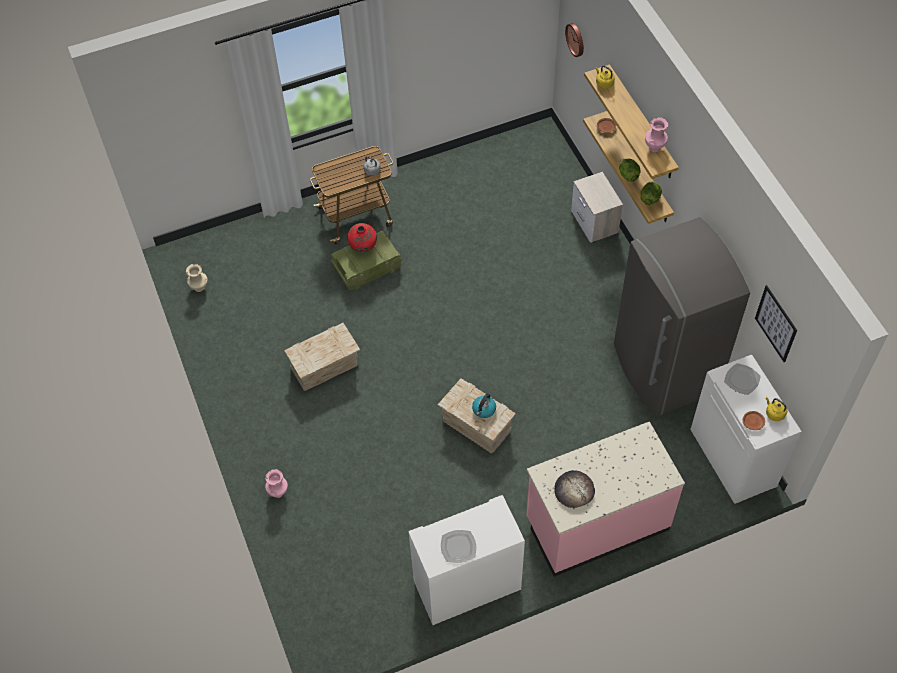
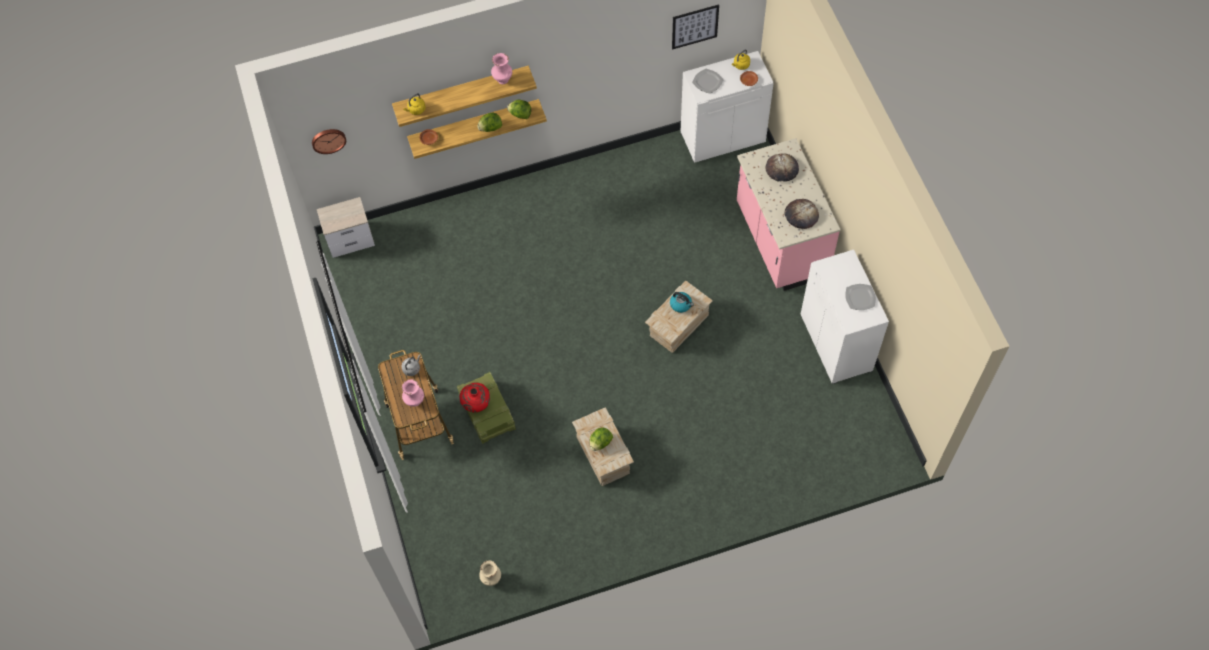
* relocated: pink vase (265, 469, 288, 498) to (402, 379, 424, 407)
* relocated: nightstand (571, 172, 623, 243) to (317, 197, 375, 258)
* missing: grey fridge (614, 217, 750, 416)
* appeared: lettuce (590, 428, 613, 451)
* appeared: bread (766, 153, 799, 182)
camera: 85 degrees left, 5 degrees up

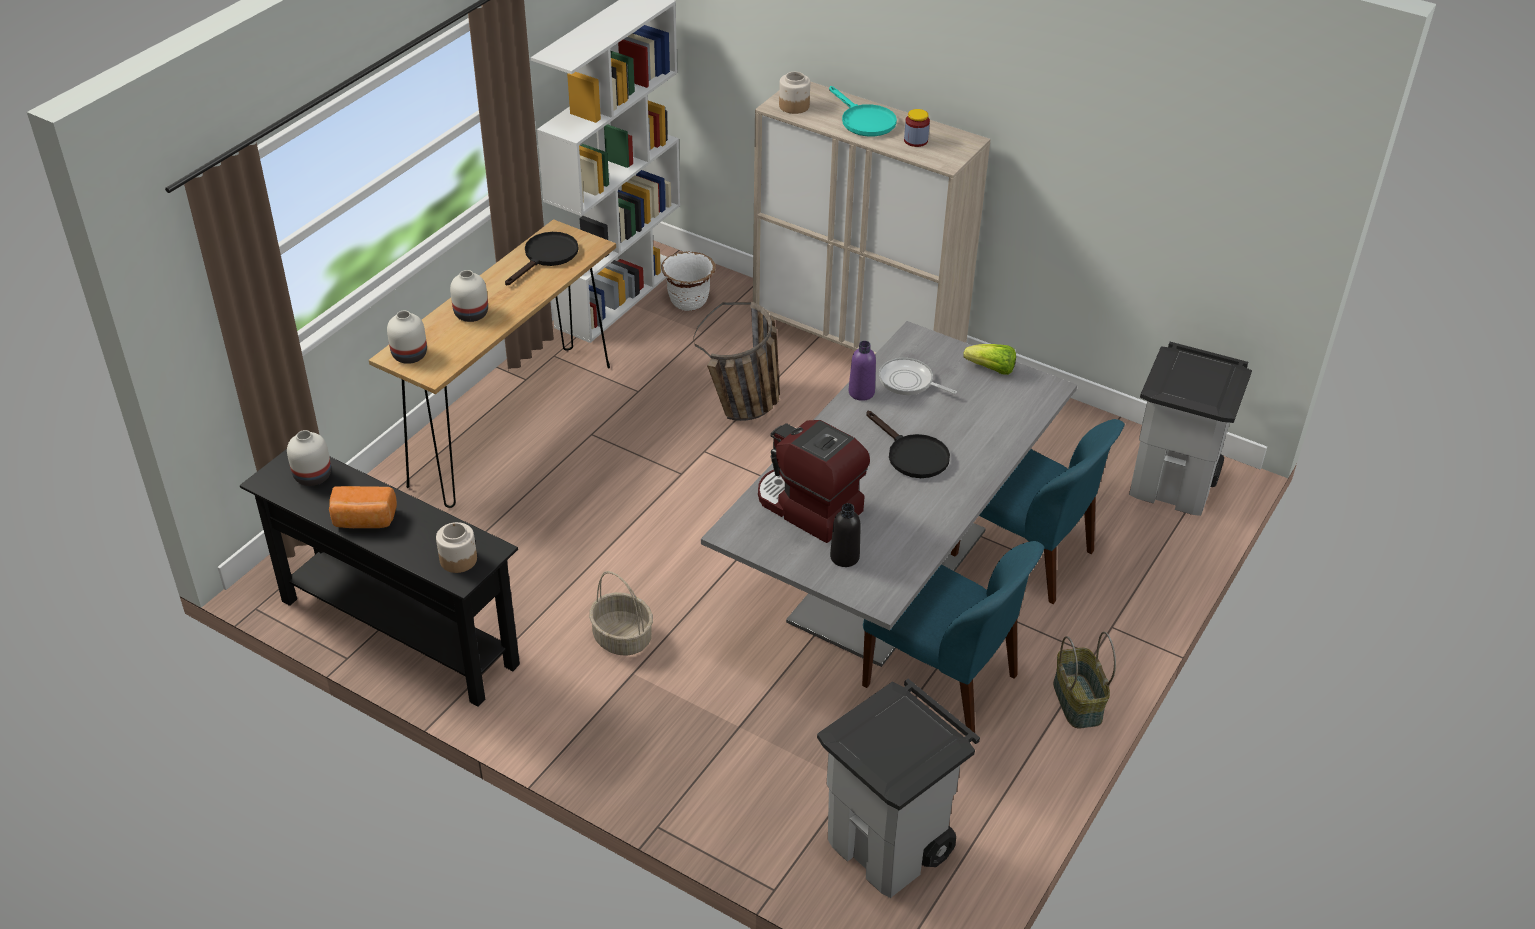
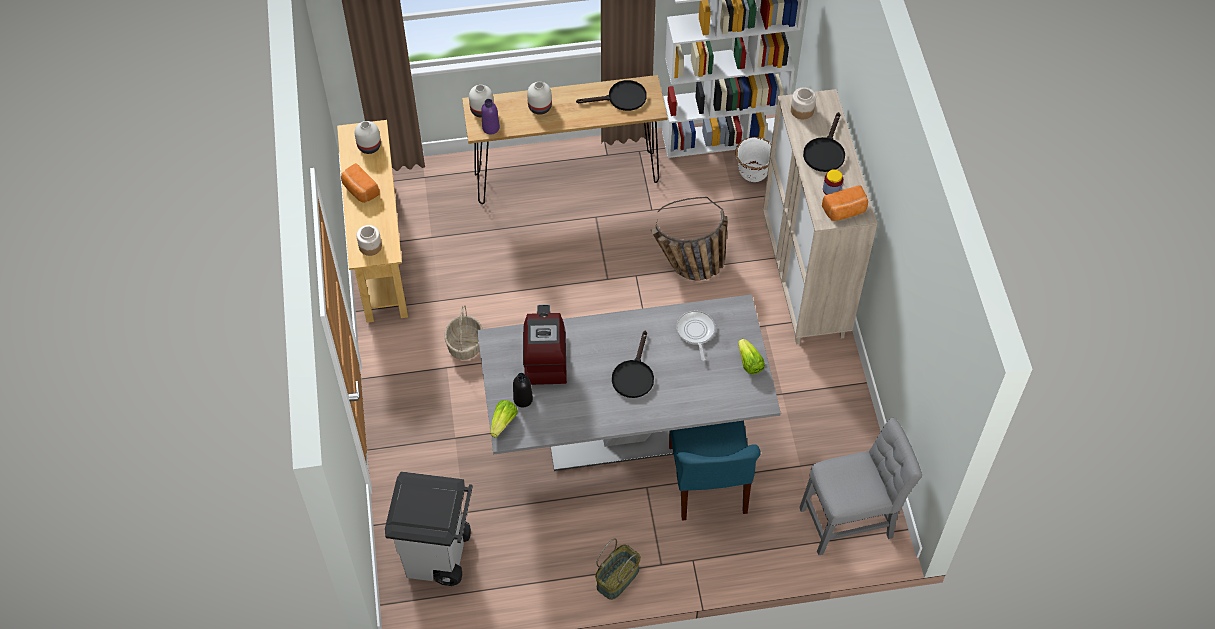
* colour: black console table (240, 449, 520, 707) to beige console table (337, 120, 408, 323)
* colour: turquoise frying pan (829, 86, 897, 136) to black frying pan (803, 112, 845, 172)
* relocated: purple bottle (848, 341, 876, 401) to (481, 99, 500, 135)
* missing: blue chair (862, 541, 1044, 733)
* exchanged: grey trash can (1129, 342, 1252, 516) to grey chair (799, 418, 922, 555)
* appeared: lettuce (490, 400, 518, 437)
* appeared: bread (822, 185, 868, 221)
camera: 50 degrees right, 15 degrees up

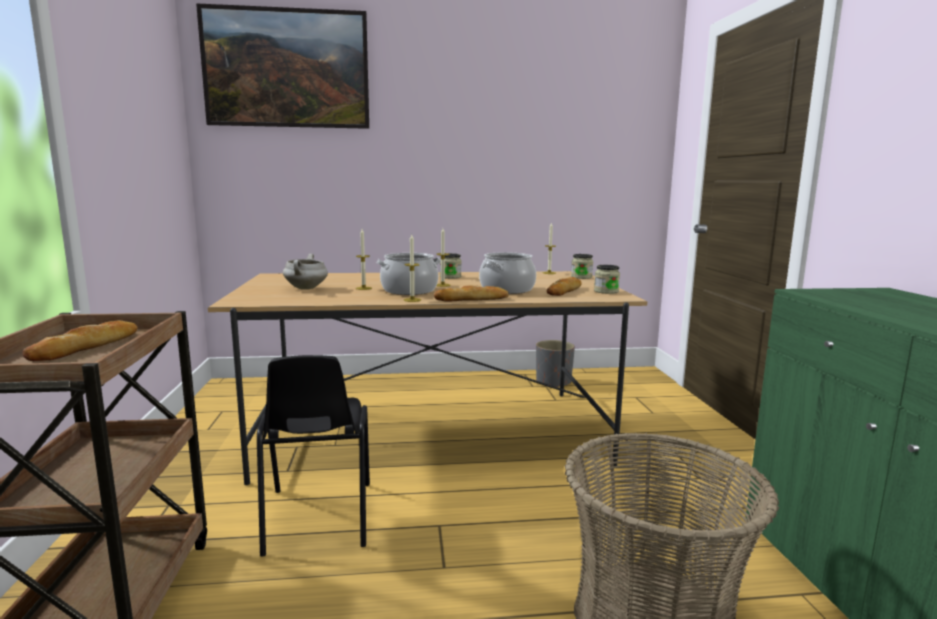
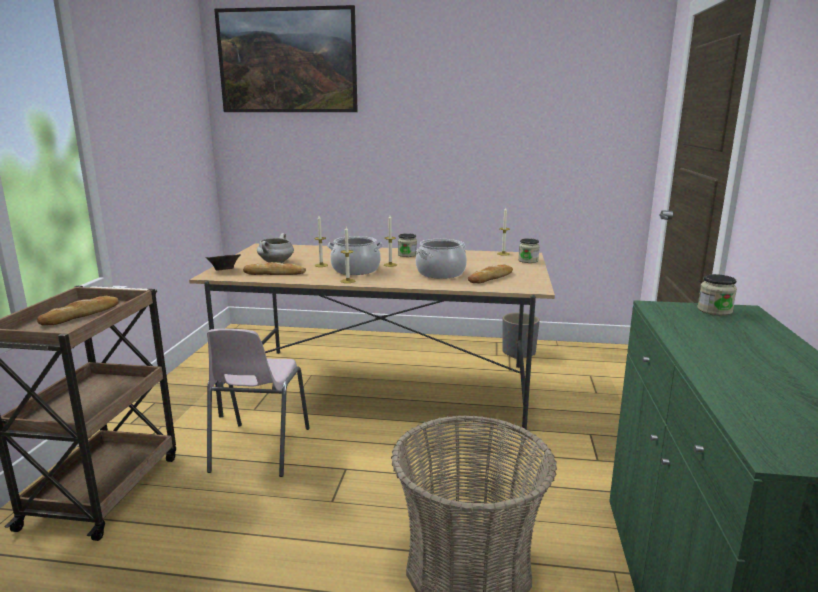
* colour: black chair (257, 355, 370, 557) to pink chair (207, 329, 310, 477)
* relocated: bread (434, 285, 508, 301) to (243, 262, 306, 275)
* relocated: jar (594, 265, 620, 294) to (697, 274, 737, 316)
* appeared: brown bowl (206, 254, 241, 271)
camera: 15 degrees right, 5 degrees up

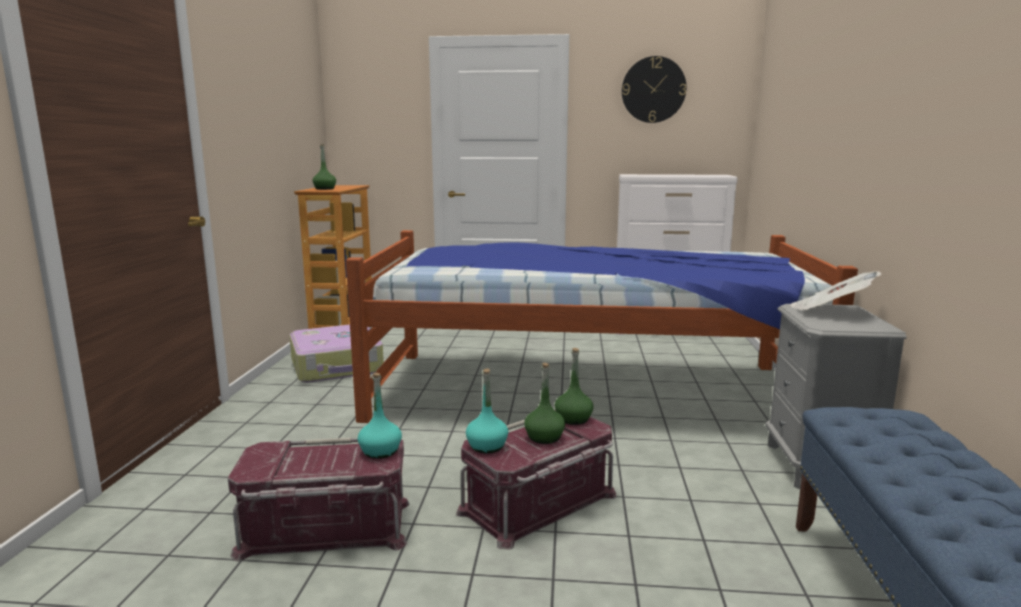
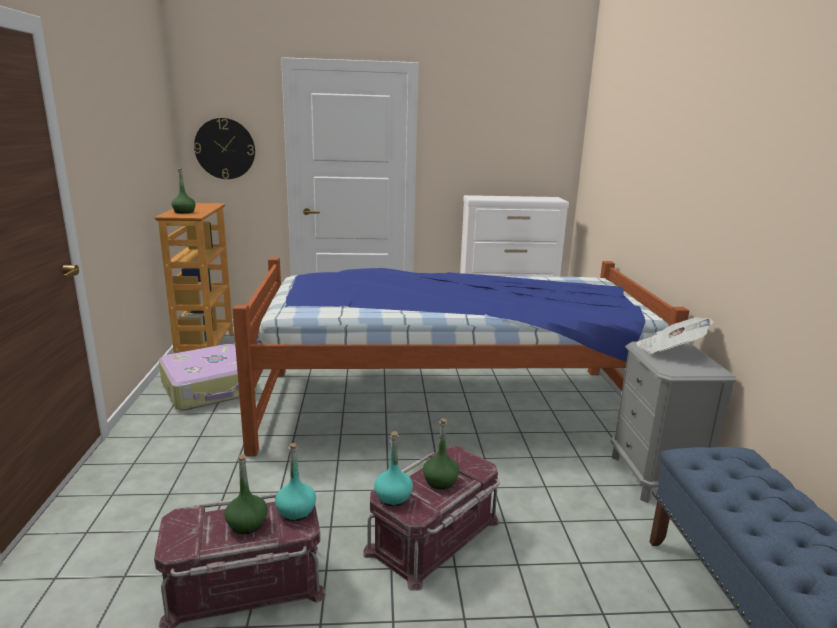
* relocated: green bottle (555, 348, 594, 425) to (224, 454, 268, 534)
* relocated: wall clock (622, 56, 686, 123) to (194, 118, 255, 179)
camera: 10 degrees left, 5 degrees up

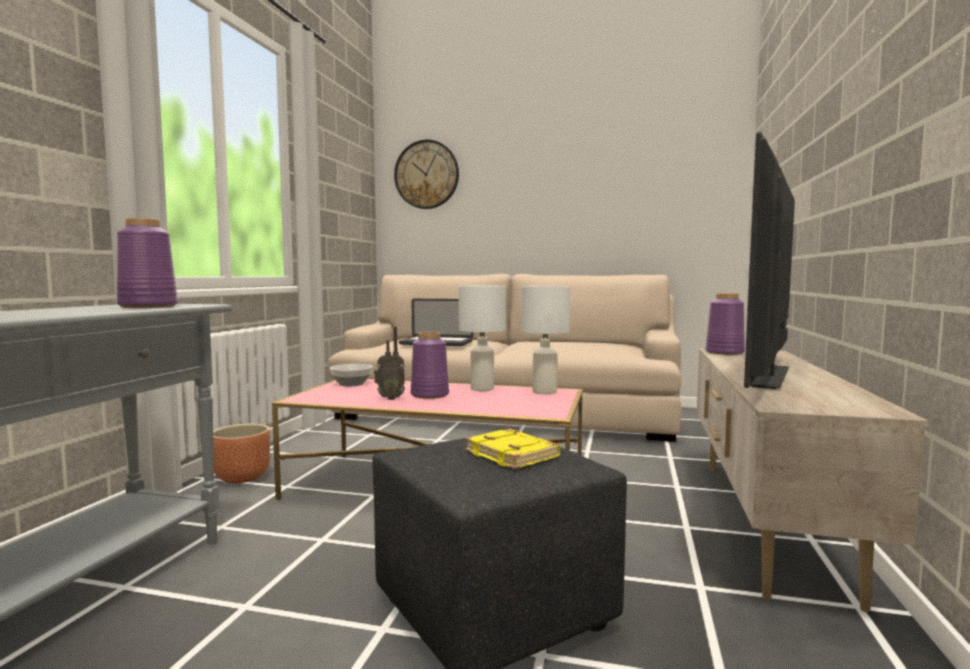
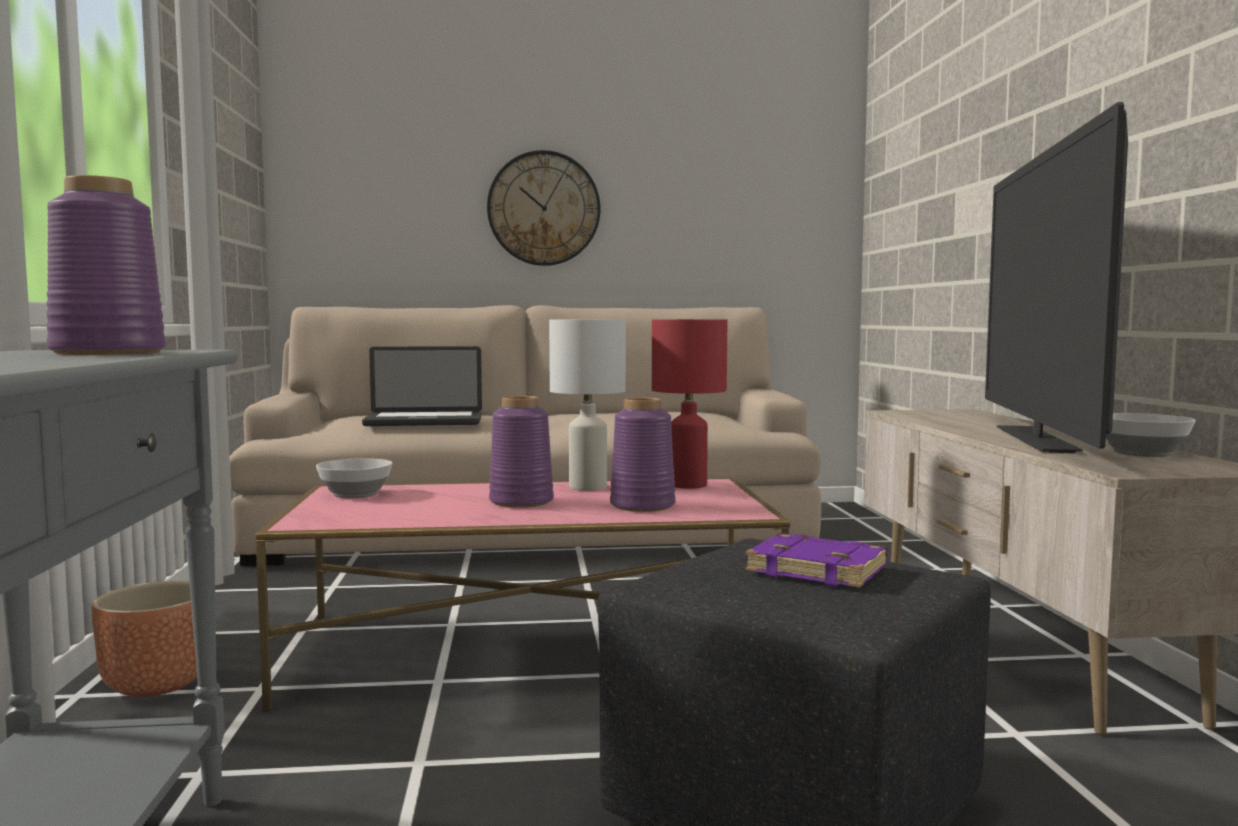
* missing: radio (374, 327, 405, 400)
* relocated: wall clock (394, 140, 459, 209) to (487, 150, 600, 266)
* colour: yellow book (465, 429, 560, 469) to purple book (745, 533, 887, 588)
* colour: white table lamp (521, 286, 570, 394) to red table lamp (652, 319, 727, 489)
* relocated: purple vase (705, 293, 745, 355) to (610, 397, 676, 512)
* appeared: bowl (1106, 413, 1196, 457)
camera: 20 degrees left, 0 degrees up

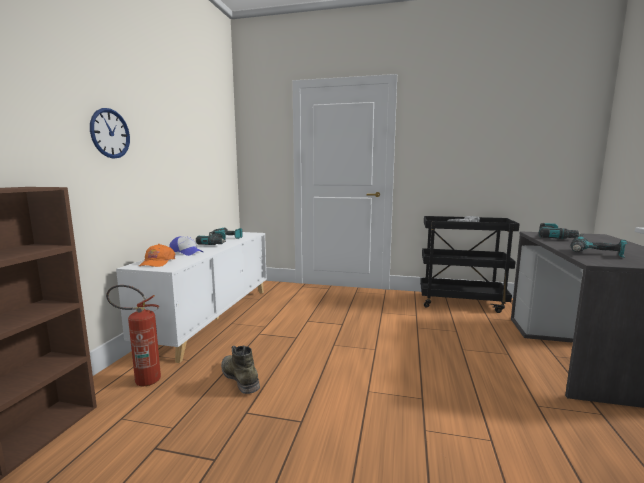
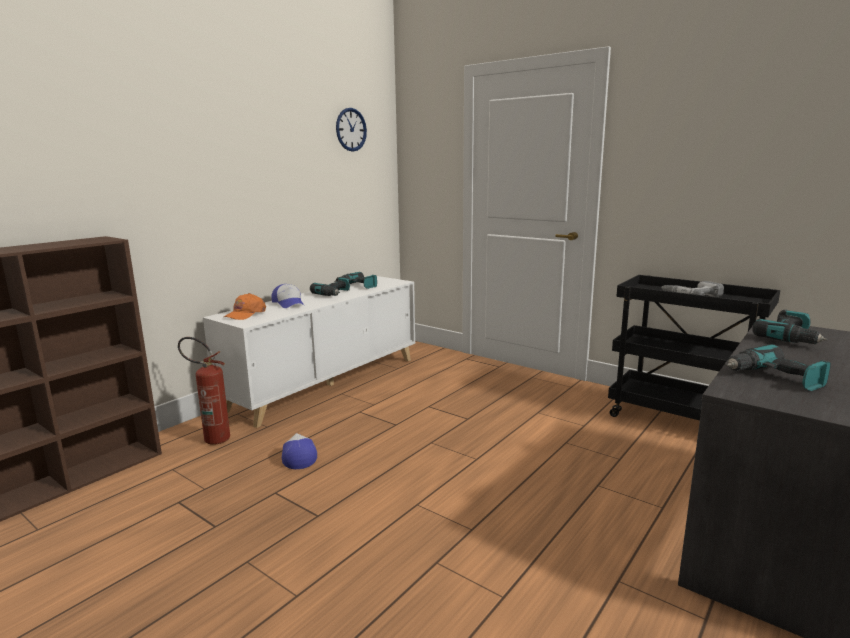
* relocated: wall clock (90, 108, 130, 159) to (336, 108, 367, 152)
* exchanged: green boot (221, 345, 260, 394) to cap (282, 433, 317, 469)
camera: 25 degrees right, 5 degrees up

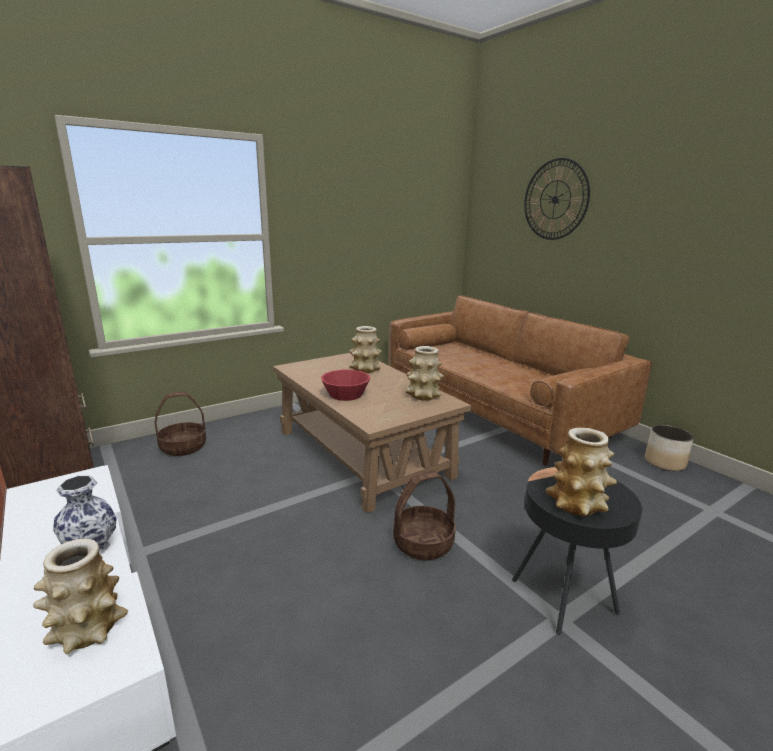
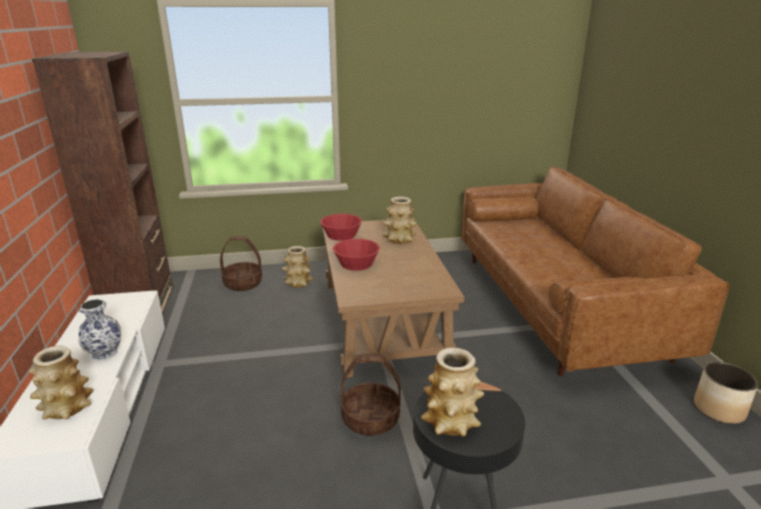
* relocated: vase (405, 346, 444, 401) to (281, 246, 313, 288)
* missing: wall clock (524, 158, 590, 240)
* appeared: red bowl (320, 214, 362, 241)
camera: 25 degrees right, 5 degrees up

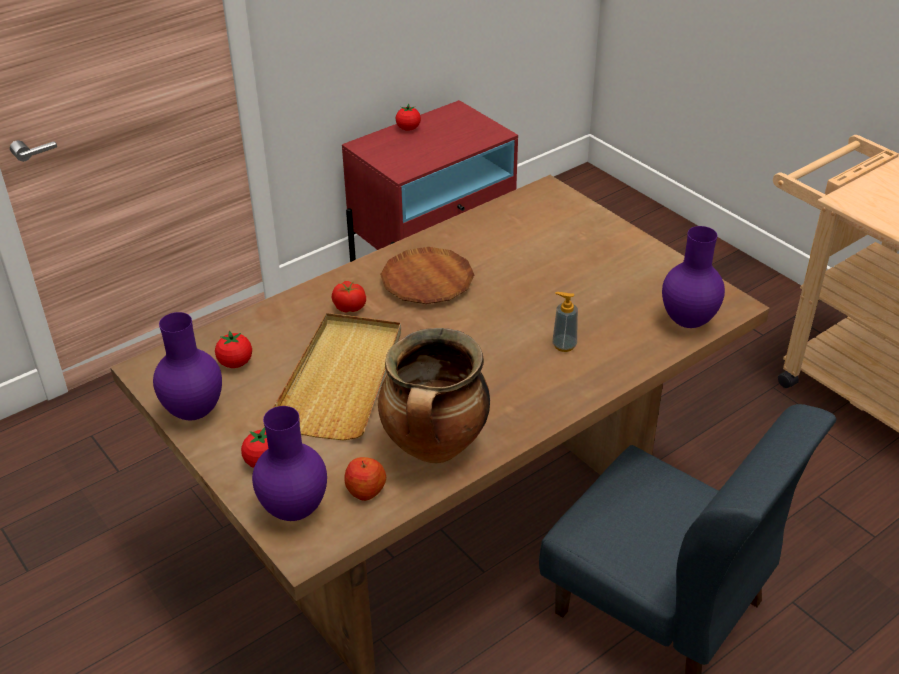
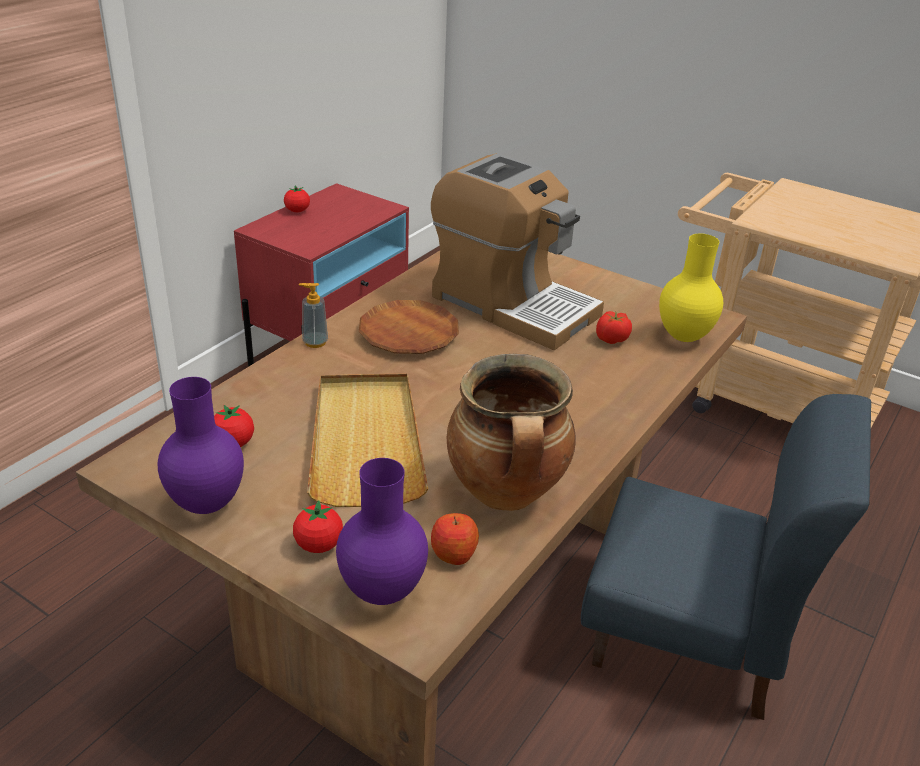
* relocated: tomato (332, 281, 366, 313) to (596, 311, 632, 344)
* relocated: soap dispenser (553, 292, 578, 352) to (299, 283, 328, 348)
* colour: purple vase (662, 226, 725, 328) to yellow vase (659, 234, 723, 342)
* appeared: coffee machine (431, 153, 604, 350)
camera: 20 degrees left, 5 degrees down

